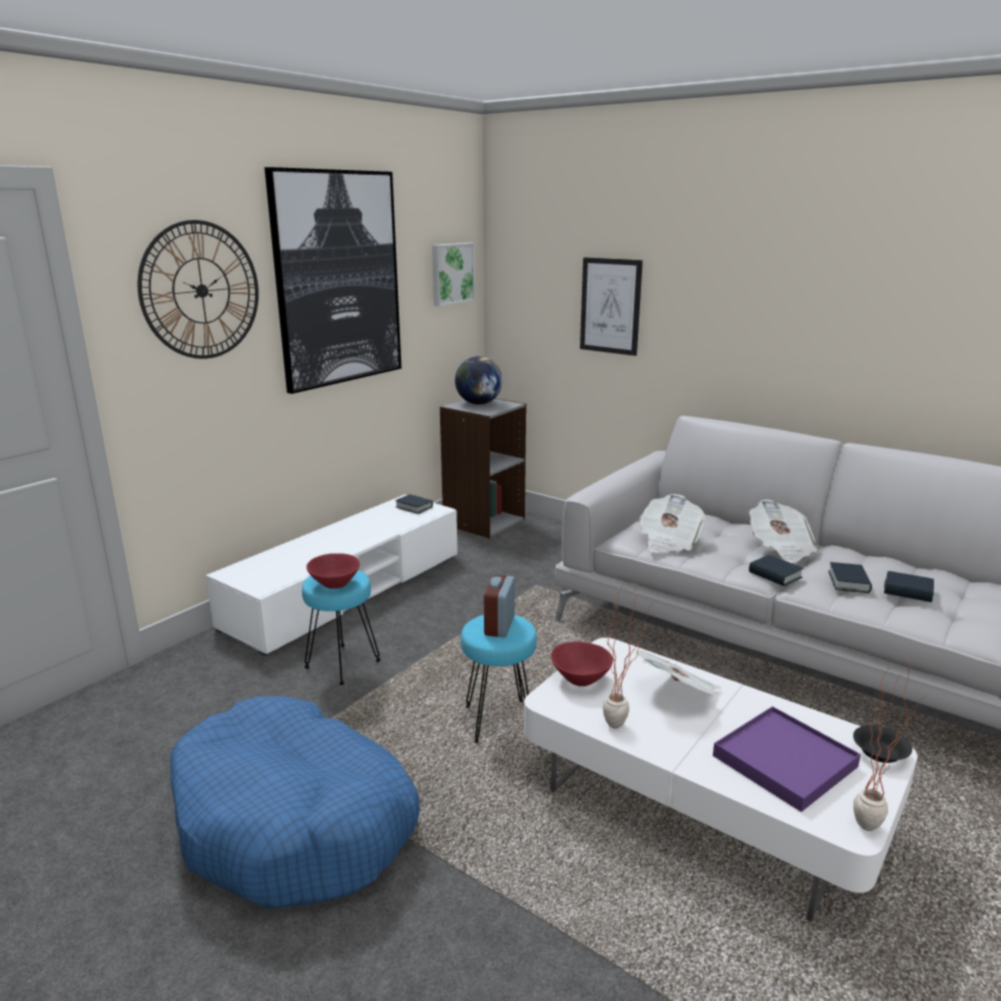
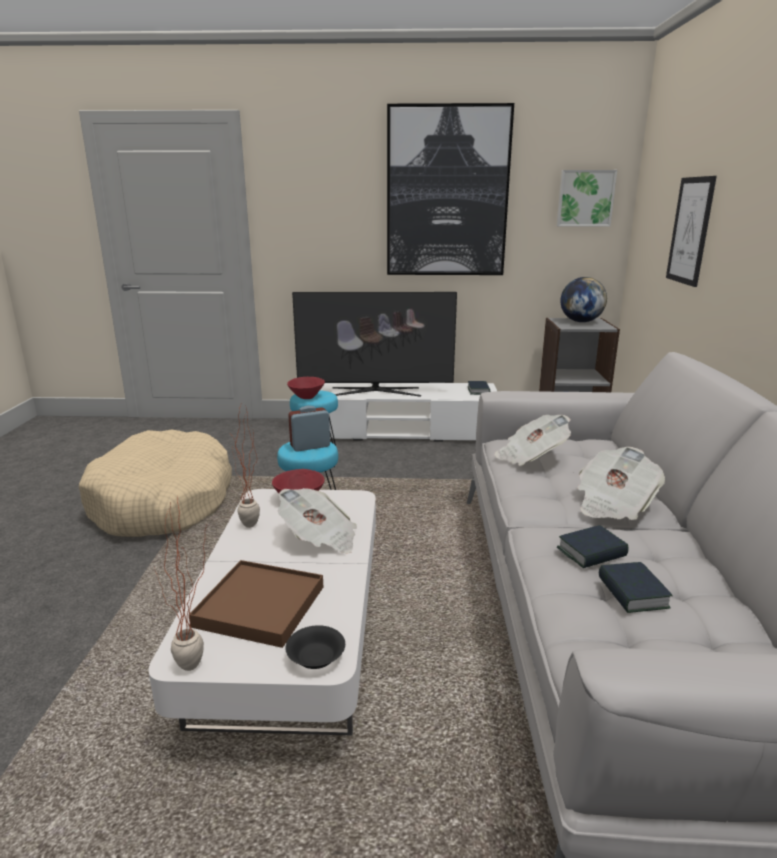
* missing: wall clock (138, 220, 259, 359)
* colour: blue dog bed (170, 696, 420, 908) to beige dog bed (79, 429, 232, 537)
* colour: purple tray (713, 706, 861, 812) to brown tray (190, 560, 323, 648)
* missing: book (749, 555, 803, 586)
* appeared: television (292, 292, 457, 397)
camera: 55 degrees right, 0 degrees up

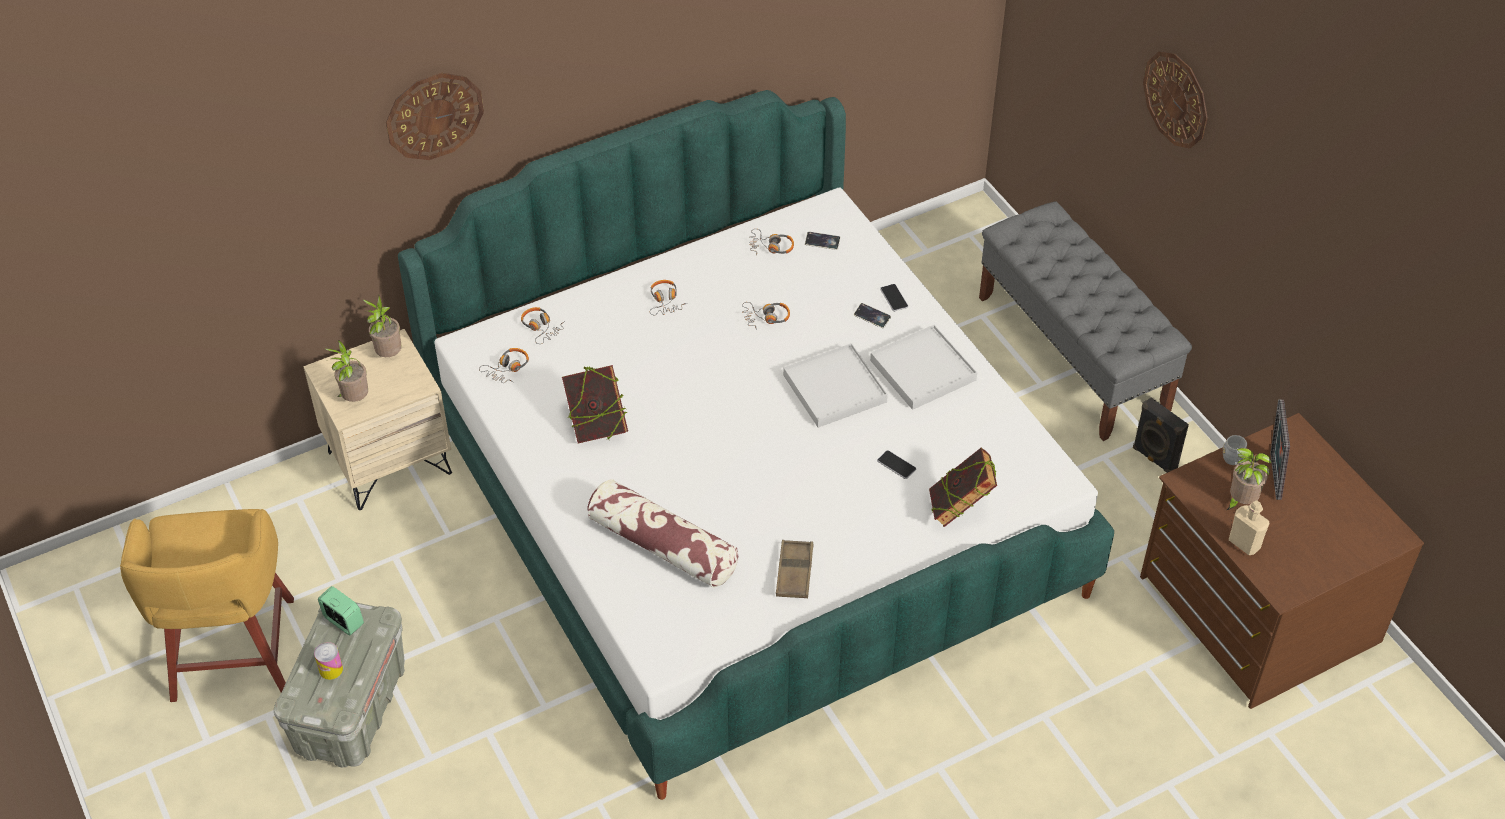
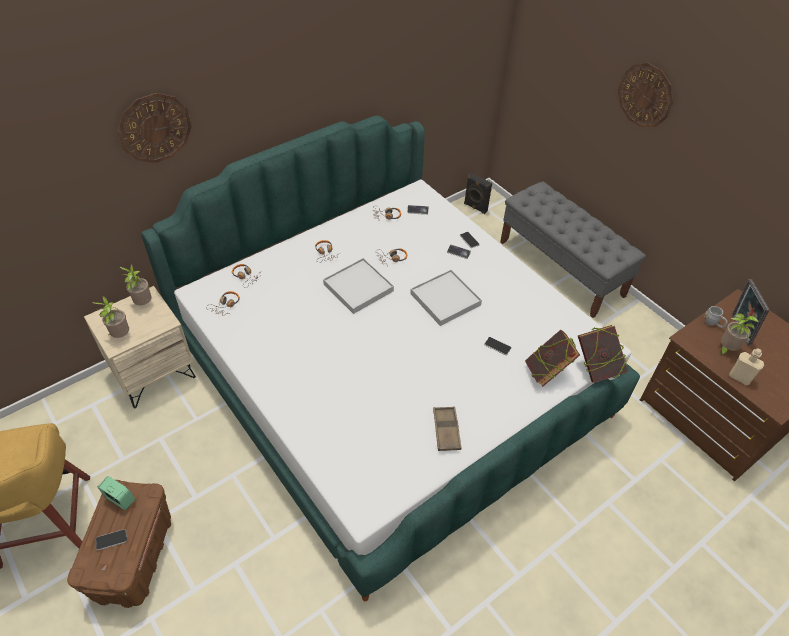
* colour: grey storage box (274, 602, 405, 768) to brown storage box (67, 480, 171, 608)
* exchanged: can (314, 642, 343, 680) to phone (96, 529, 127, 550)
* relocated: book (562, 365, 628, 443) to (578, 325, 628, 383)
* missing: pillow (588, 479, 739, 588)
* relocated: white tray (870, 325, 977, 410) to (323, 258, 394, 314)
* relocated: black speaker (1133, 397, 1189, 473) to (464, 173, 492, 214)
camera: 10 degrees left, 0 degrees up

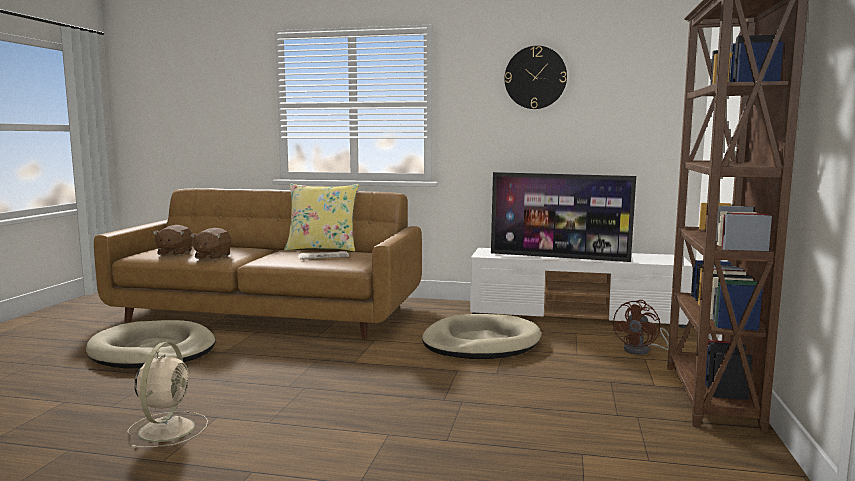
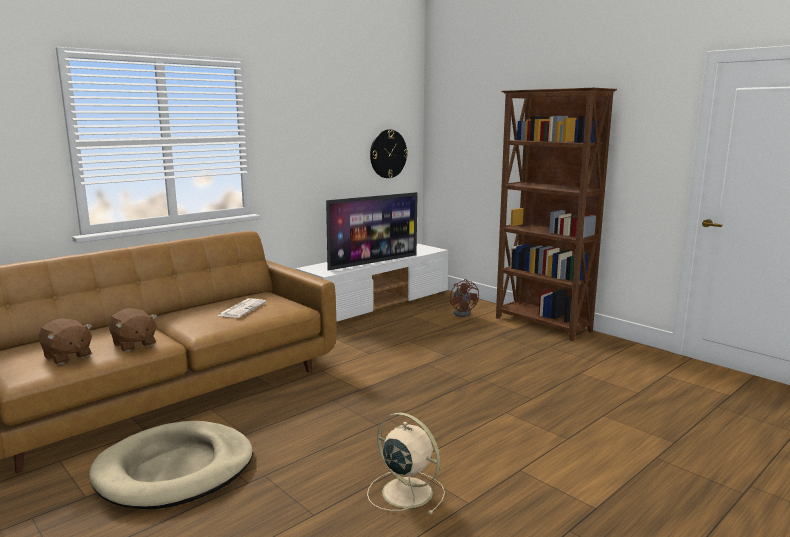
* missing: yellow pillow (284, 184, 359, 252)
* missing: beige dog bed (422, 314, 541, 359)
* relocated: wall clock (505, 46, 567, 109) to (370, 130, 408, 178)
camera: 55 degrees left, 5 degrees up

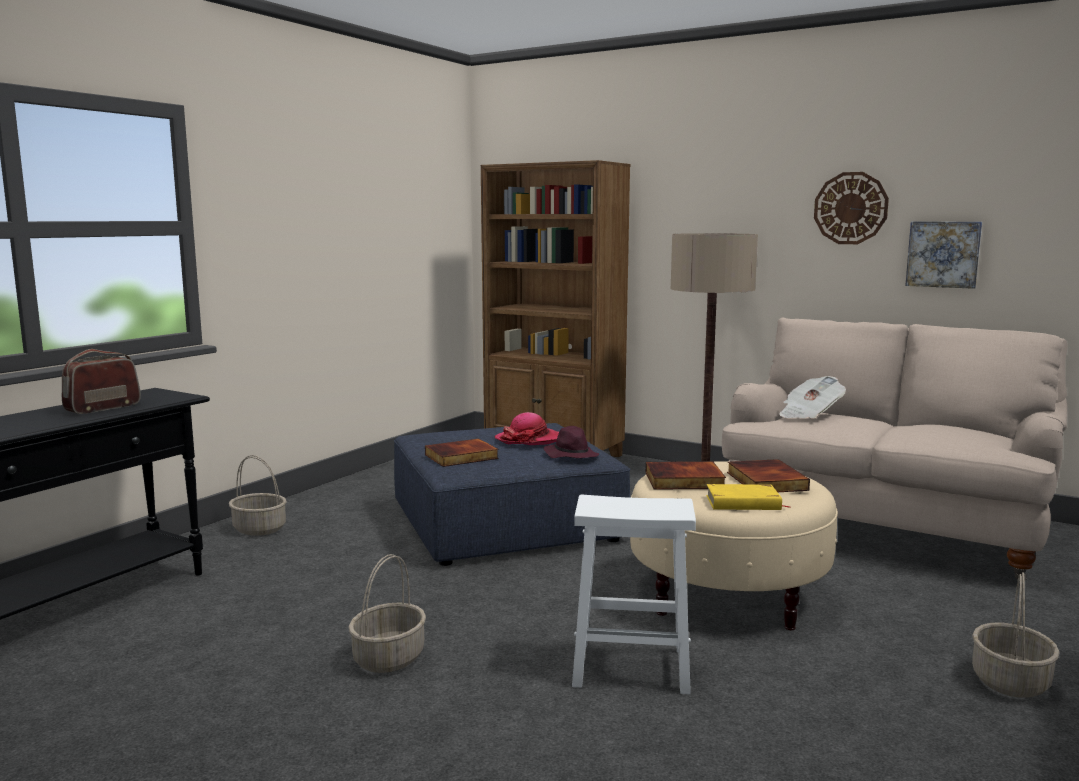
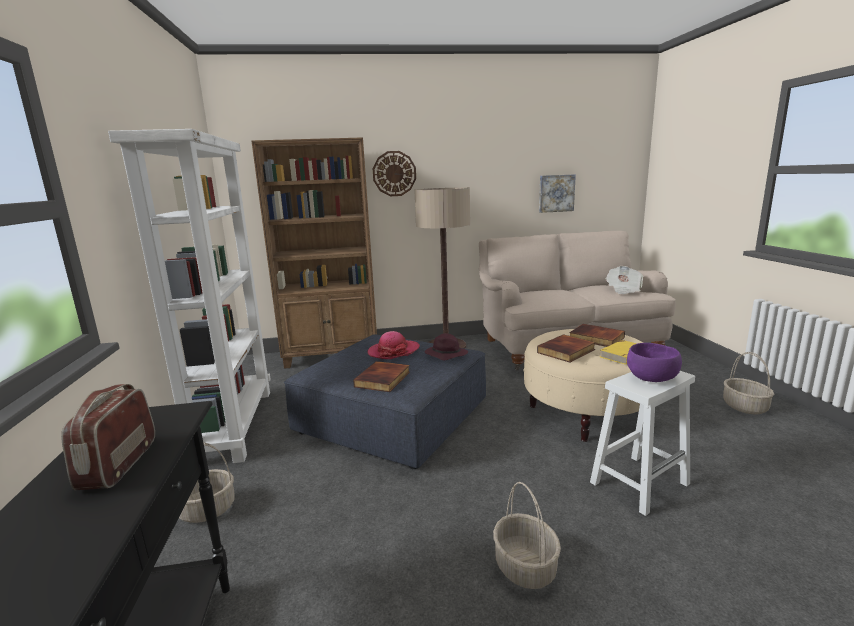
* relocated: newspaper (779, 376, 846, 418) to (606, 266, 643, 294)
* relocated: wall clock (814, 172, 889, 244) to (373, 151, 416, 196)
* appeared: white bookcase (108, 129, 271, 463)
* appeared: purple bowl (627, 343, 682, 382)
camera: 40 degrees left, 5 degrees up

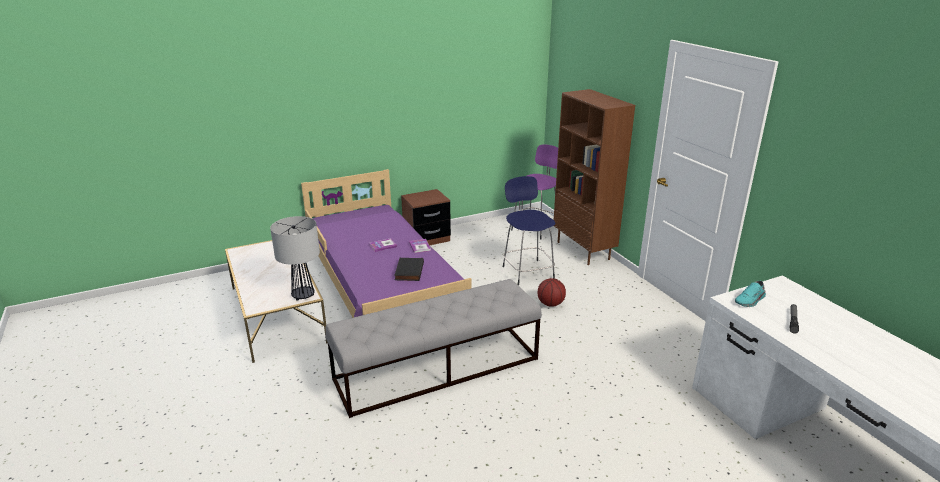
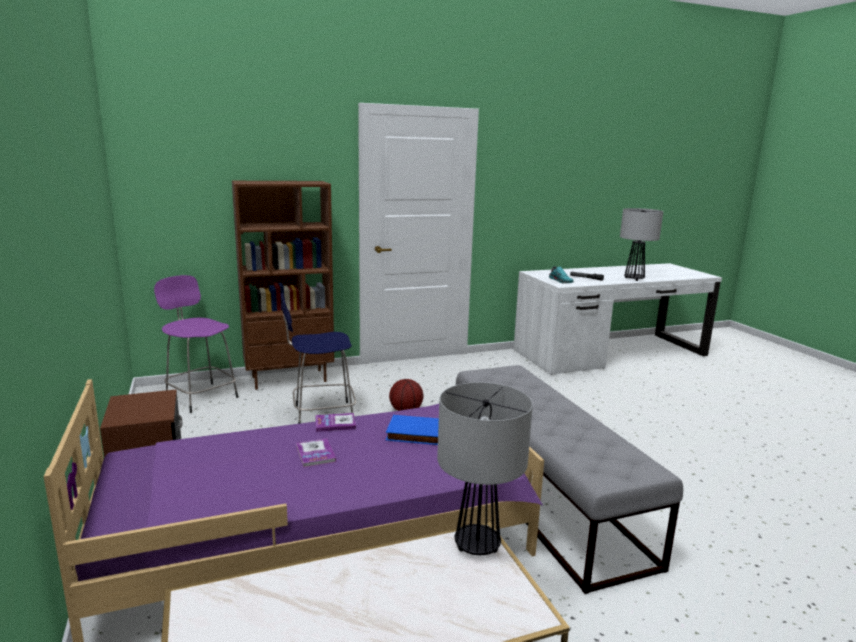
* colour: black book (394, 258, 424, 281) to blue book (386, 415, 439, 445)
* appeared: table lamp (620, 208, 663, 281)
camera: 85 degrees left, 10 degrees down

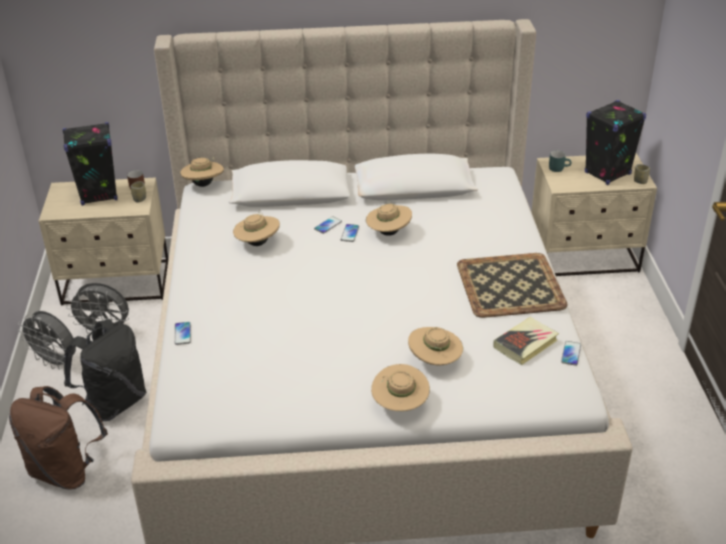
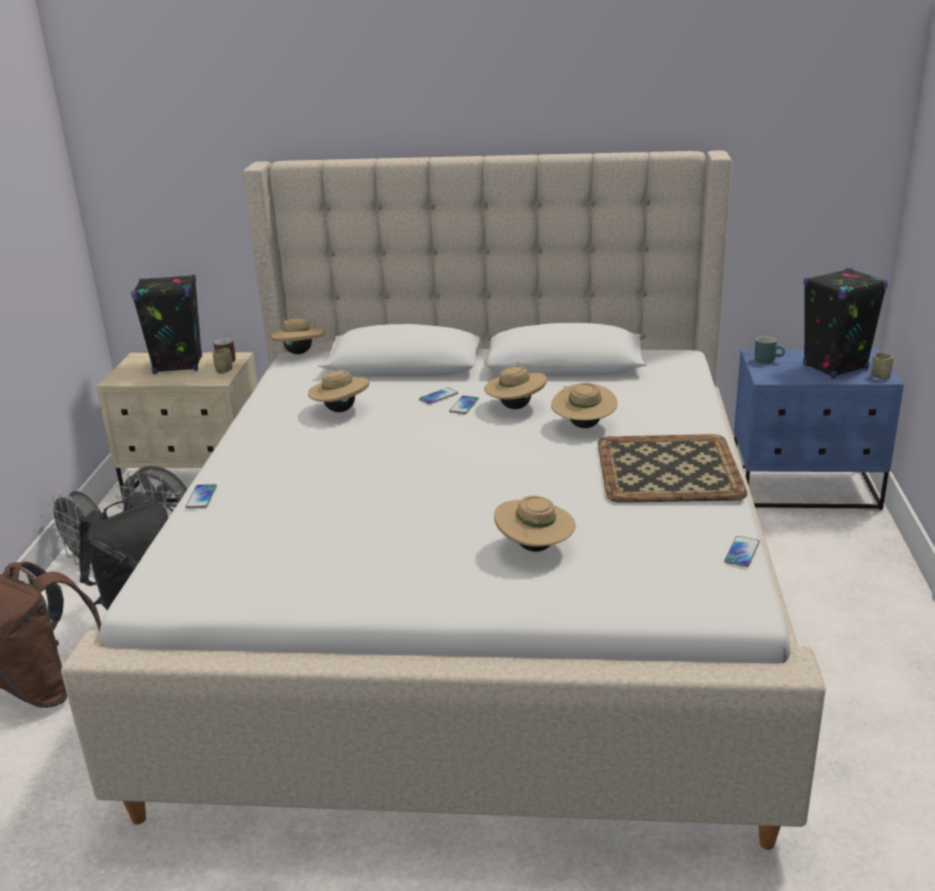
* relocated: beige hat (371, 364, 430, 411) to (551, 383, 617, 428)
* missing: book (493, 317, 559, 365)
* colour: beige nightstand (532, 153, 657, 276) to blue nightstand (734, 349, 904, 510)
camera: 10 degrees right, 10 degrees down

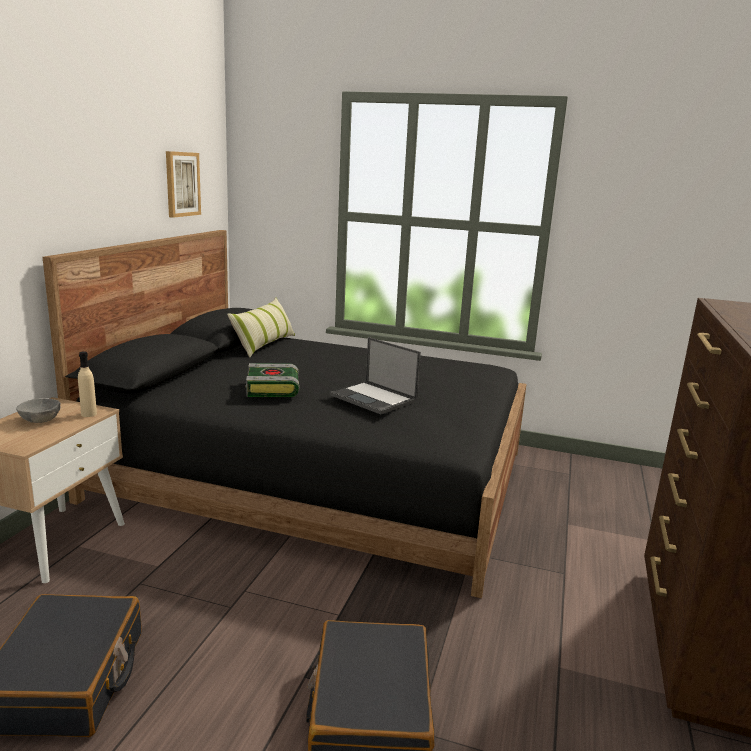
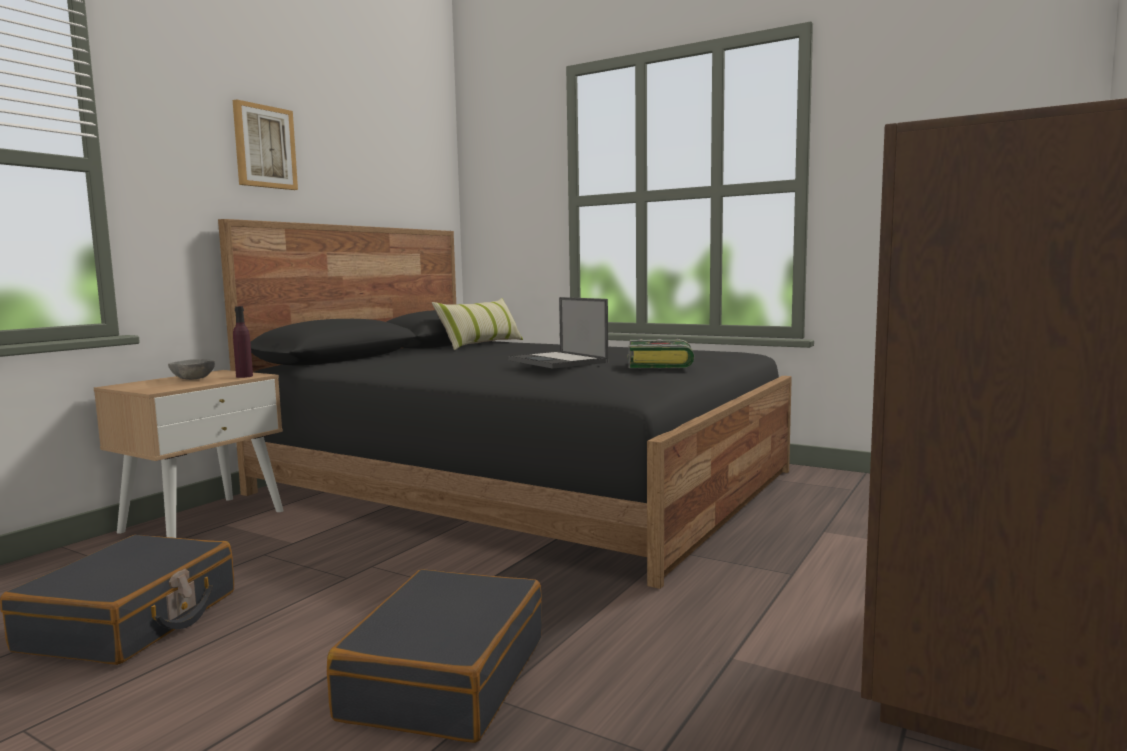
* colour: beige bottle (78, 351, 97, 417) to purple bottle (233, 306, 253, 378)
* relocated: picture (166, 151, 201, 218) to (233, 99, 298, 190)
* relocated: book (245, 363, 300, 397) to (627, 339, 695, 369)
camera: 15 degrees right, 10 degrees down

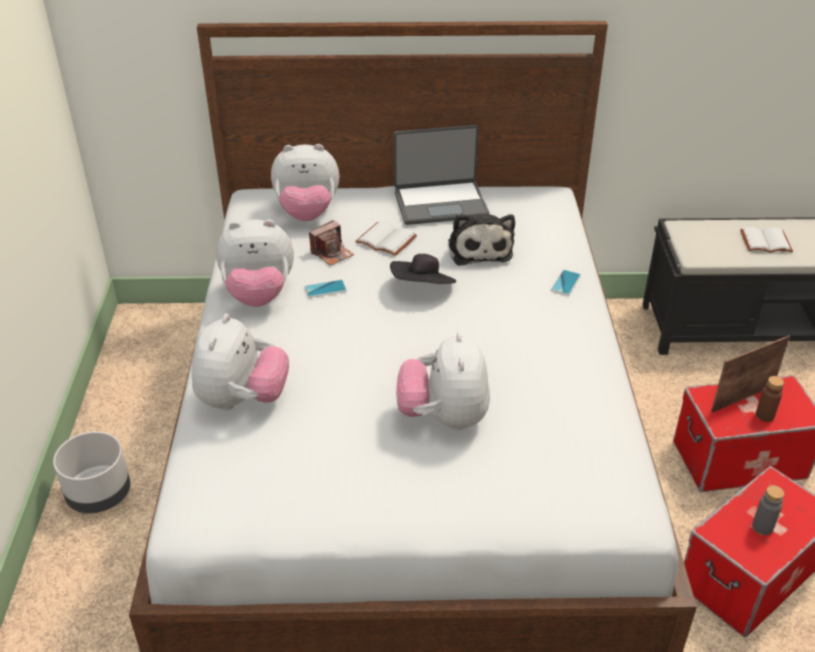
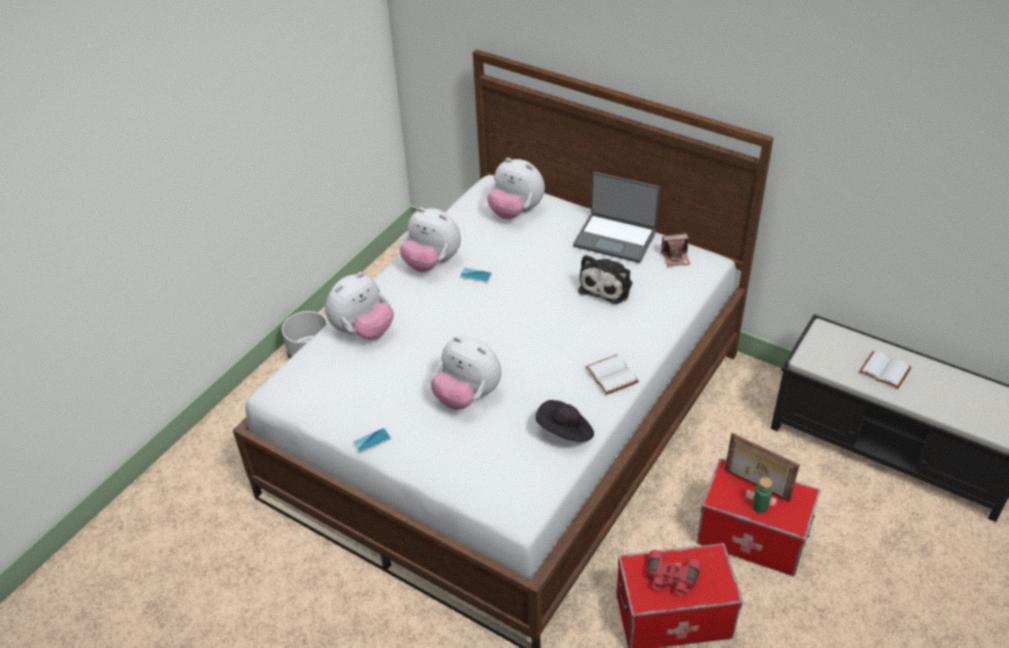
* relocated: photo camera (309, 220, 354, 266) to (661, 233, 690, 267)
* relocated: white book (355, 221, 417, 256) to (585, 354, 639, 395)
* relocated: black hat (390, 254, 456, 284) to (536, 400, 594, 442)
* spun: plush toy (396, 332, 490, 430) = (431, 336, 502, 410) 90 degrees counterclockwise
* relocated: phone (551, 270, 581, 296) to (353, 428, 391, 453)
* spun: picture frame (711, 335, 790, 413) = (725, 433, 800, 502) 150 degrees counterclockwise
* exchanged: grey bottle (752, 485, 784, 535) to red binoculars (647, 550, 701, 596)
* colour: brown bottle (756, 376, 784, 422) to green bottle (752, 477, 772, 513)
camera: 35 degrees right, 5 degrees up

